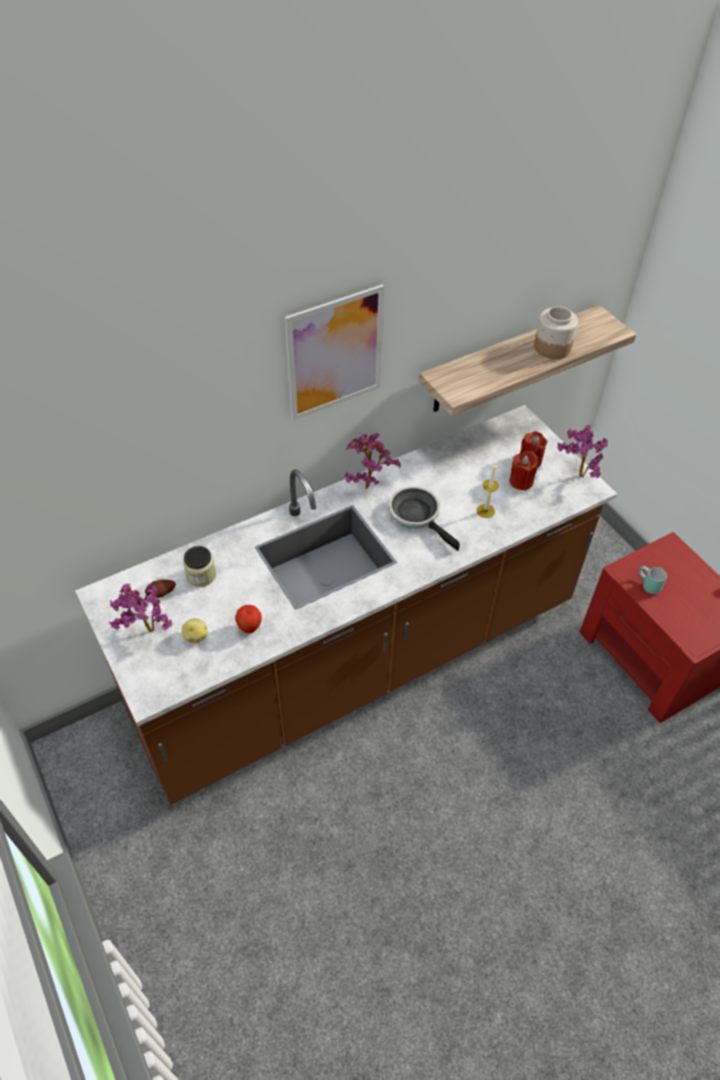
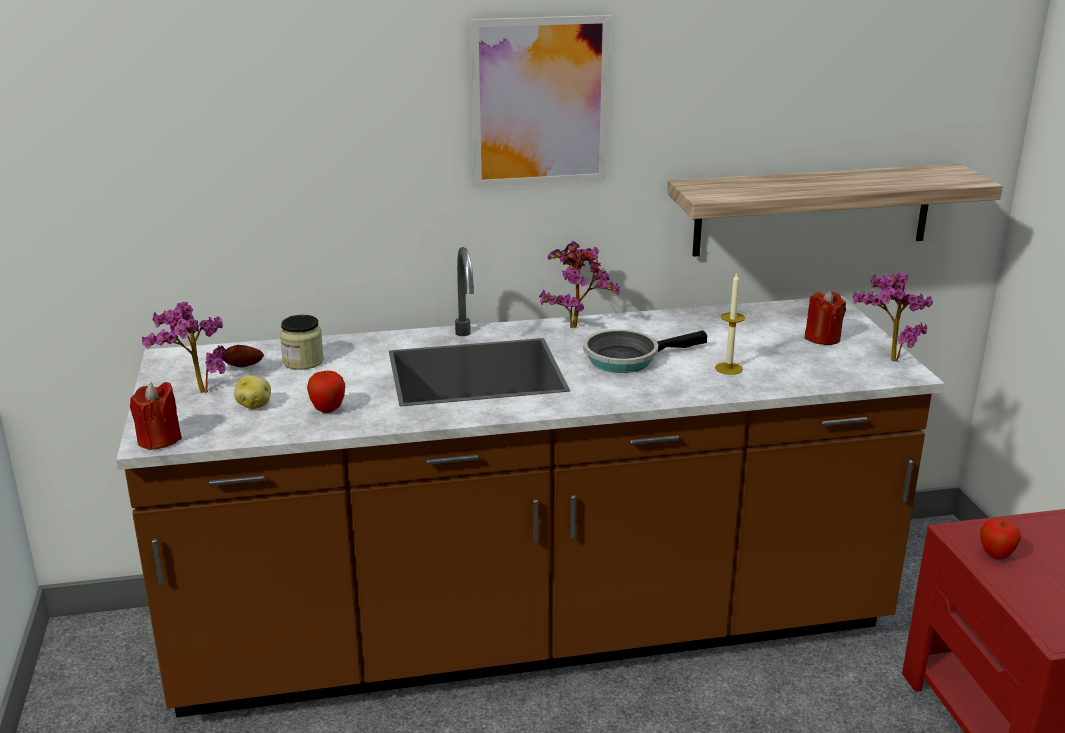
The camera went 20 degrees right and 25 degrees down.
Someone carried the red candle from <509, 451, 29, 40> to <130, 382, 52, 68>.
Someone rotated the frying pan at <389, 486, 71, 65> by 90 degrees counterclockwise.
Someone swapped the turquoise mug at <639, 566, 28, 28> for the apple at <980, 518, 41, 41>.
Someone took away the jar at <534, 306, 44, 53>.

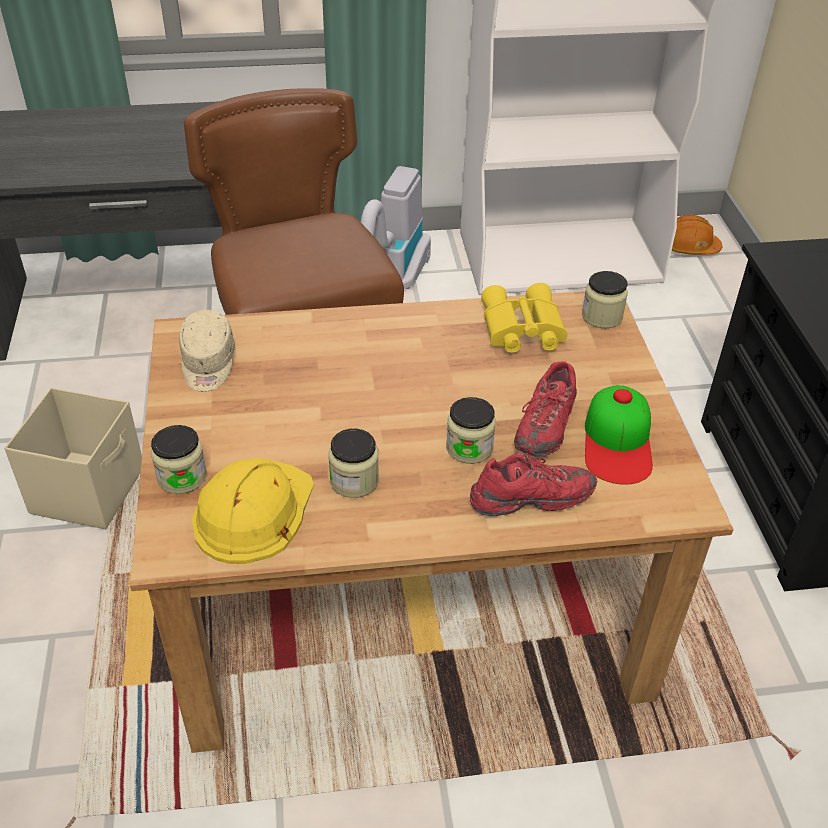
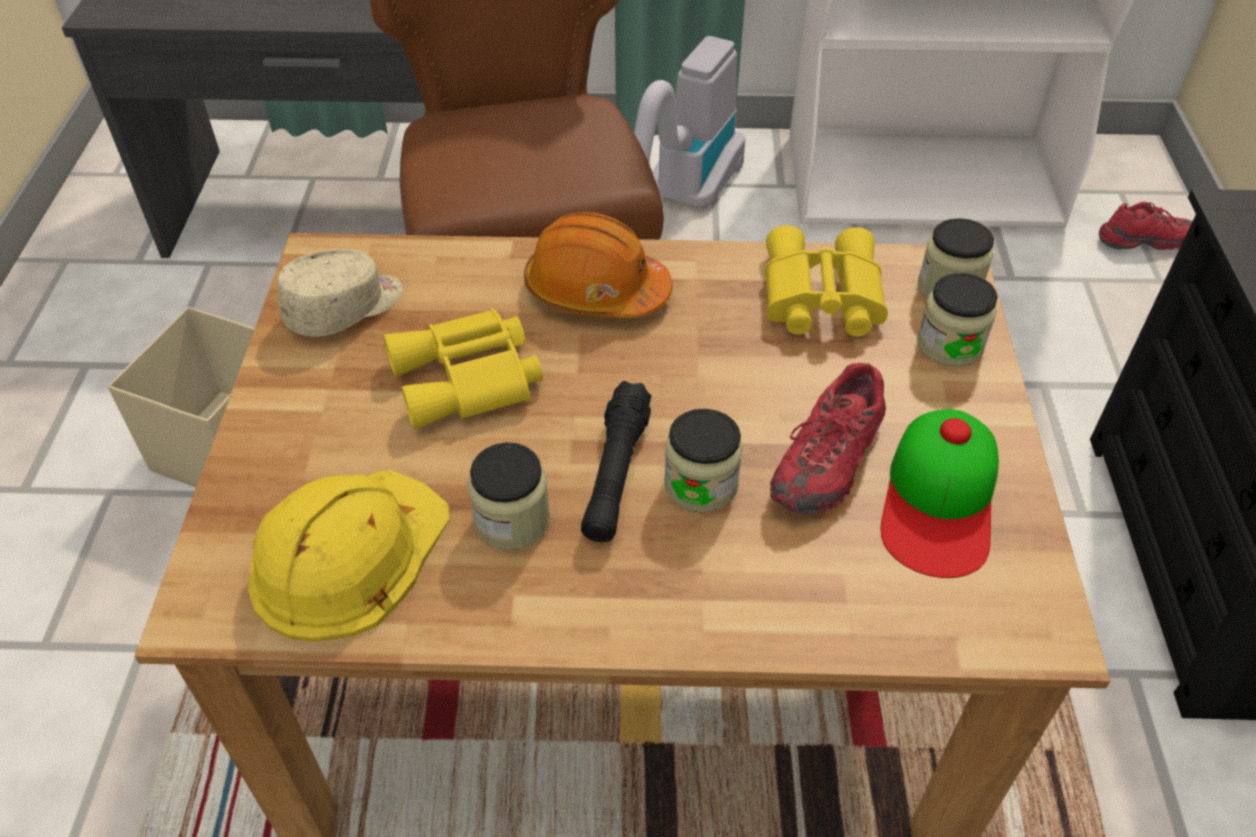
The camera went 10 degrees right and 5 degrees up.
Someone rotated the beige cap at <179, 310, 56, 82> by 135 degrees counterclockwise.
Someone put down the yellow binoculars at <383, 308, 160, 122>.
Someone carried the orange hard hat from <672, 215, 50, 40> to <524, 212, 149, 106>.
Someone put down the black flashlight at <581, 380, 70, 162>.
Someone carried the jar from <151, 425, 56, 69> to <917, 273, 81, 94>.
Someone carried the red shoe from <470, 453, 128, 63> to <1099, 202, 93, 48>.

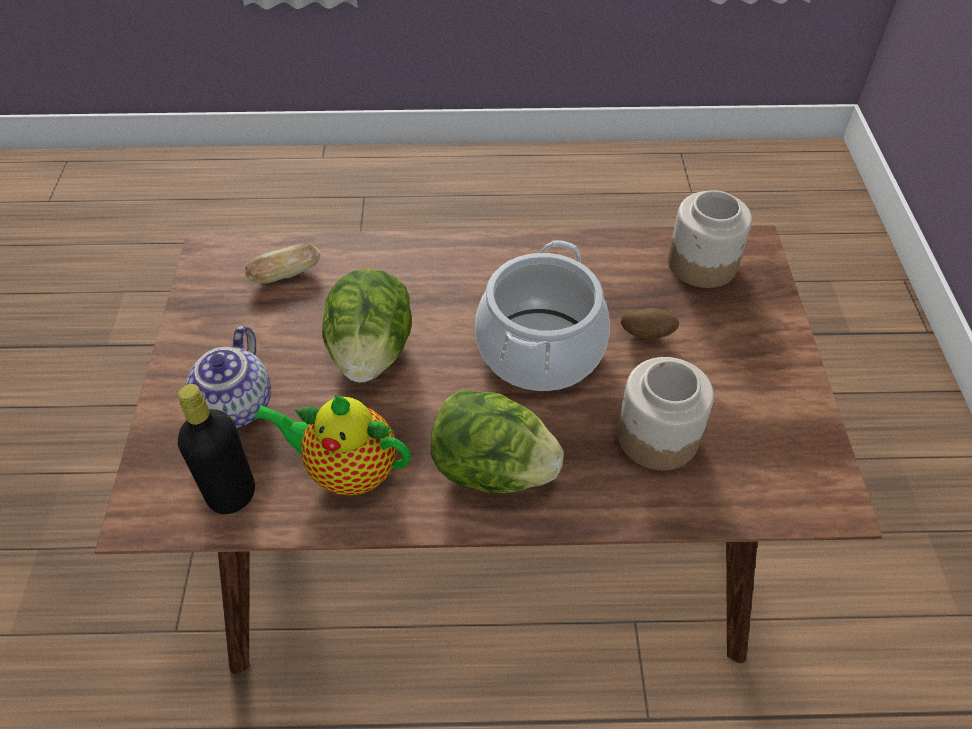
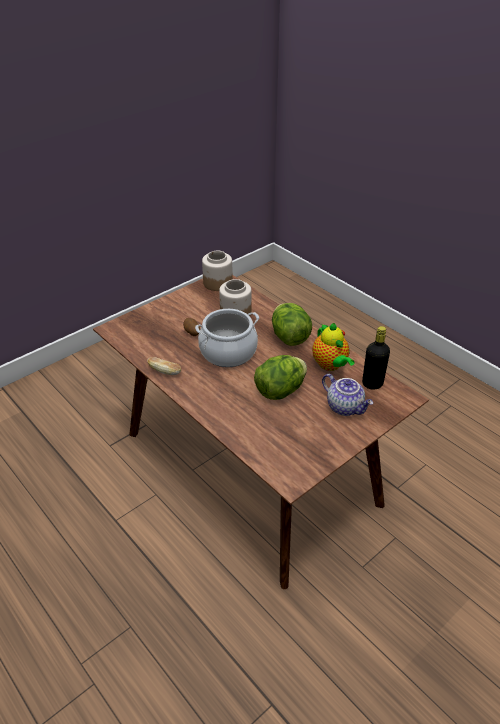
The camera went 130 degrees left and 10 degrees down.
Someone carried the bread from <244, 243, 76, 41> to <147, 357, 34, 18>.
Someone carried the jar from <668, 190, 84, 98> to <202, 251, 31, 40>.
Someone rotated the teapot at <186, 326, 85, 102> by 75 degrees clockwise.

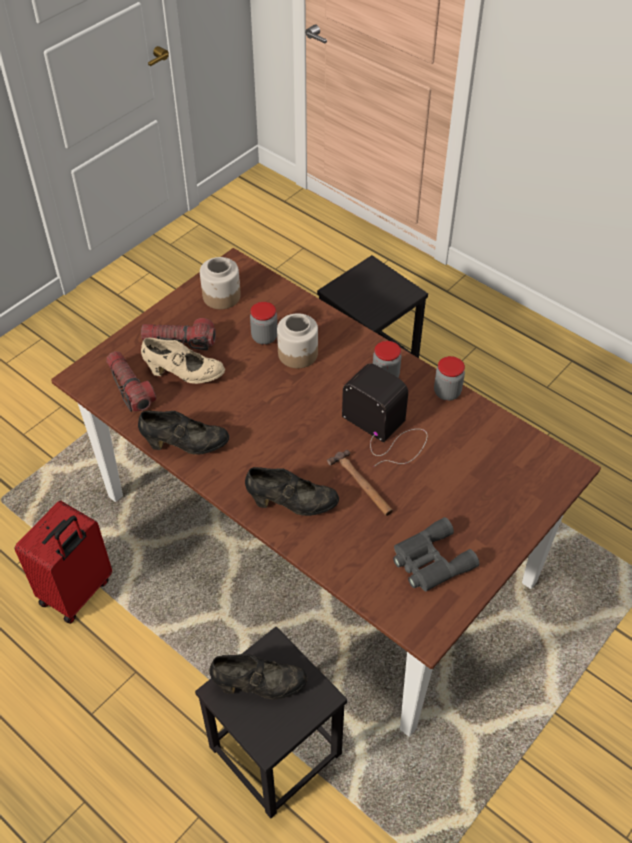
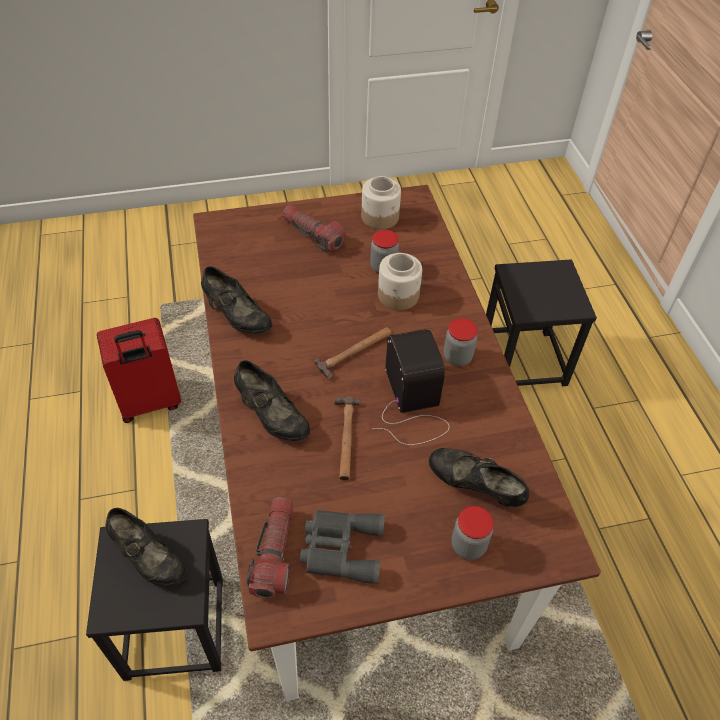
The camera went 35 degrees right and 0 degrees up.
Someone carried the flashlight from <106, 351, 50, 61> to <246, 497, 48, 102>.
Someone put down the hammer at <314, 327, 77, 52>.
Someone put down the black shoe at <429, 448, 100, 59>.
Someone carried the jar from <434, 356, 31, 45> to <452, 506, 42, 54>.
Someone took away the beige shoe at <141, 338, 84, 46>.

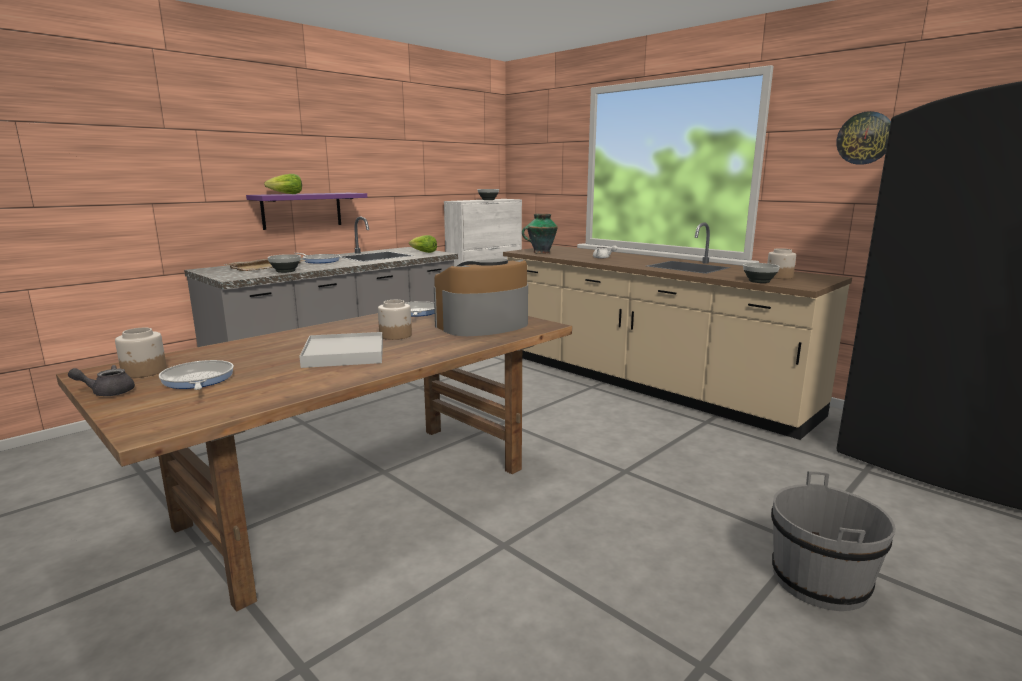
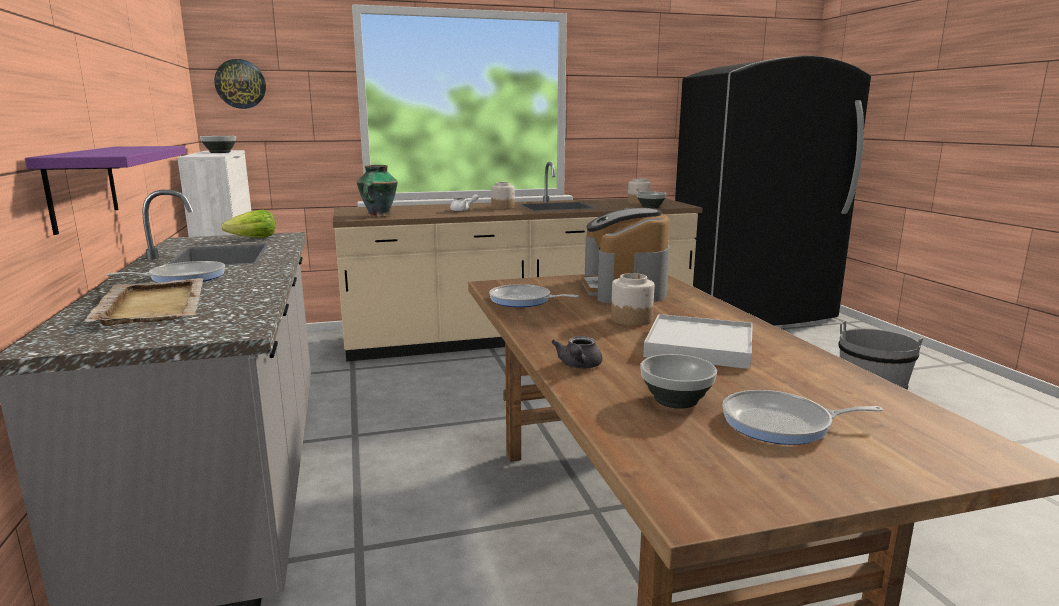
The camera went 60 degrees left and 0 degrees up.
Someone carried the wall clock from <836, 111, 55, 54> to <214, 59, 52, 50>.
Someone carried the jar from <115, 328, 52, 50> to <491, 182, 24, 28>.
Someone carried the grey teapot from <68, 365, 67, 31> to <552, 336, 50, 33>.
Someone carried the bowl from <268, 254, 33, 19> to <641, 354, 76, 55>.
Someone took away the lettuce at <264, 174, 38, 20>.

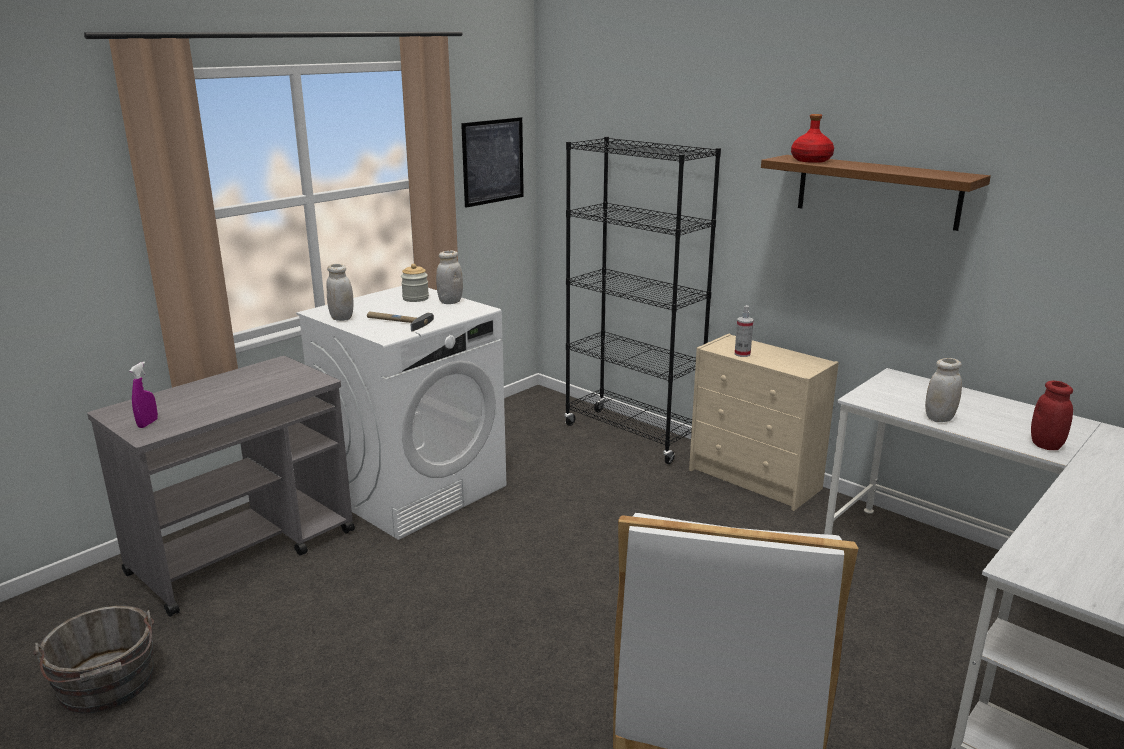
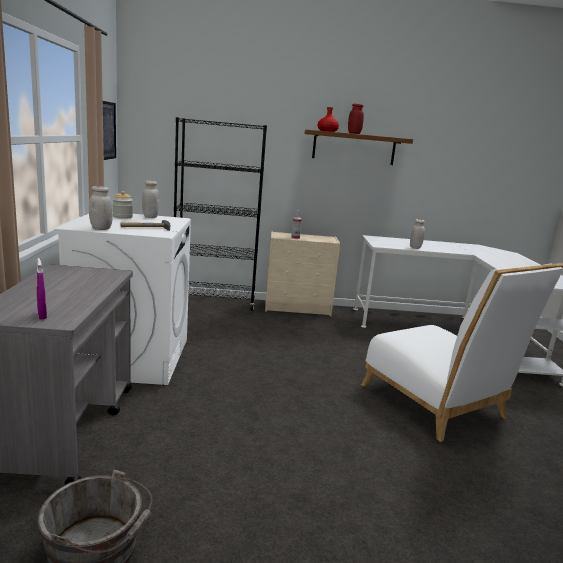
The camera went 45 degrees left and 5 degrees down.
Someone carried the red jar from <1031, 381, 42, 69> to <348, 104, 16, 30>.

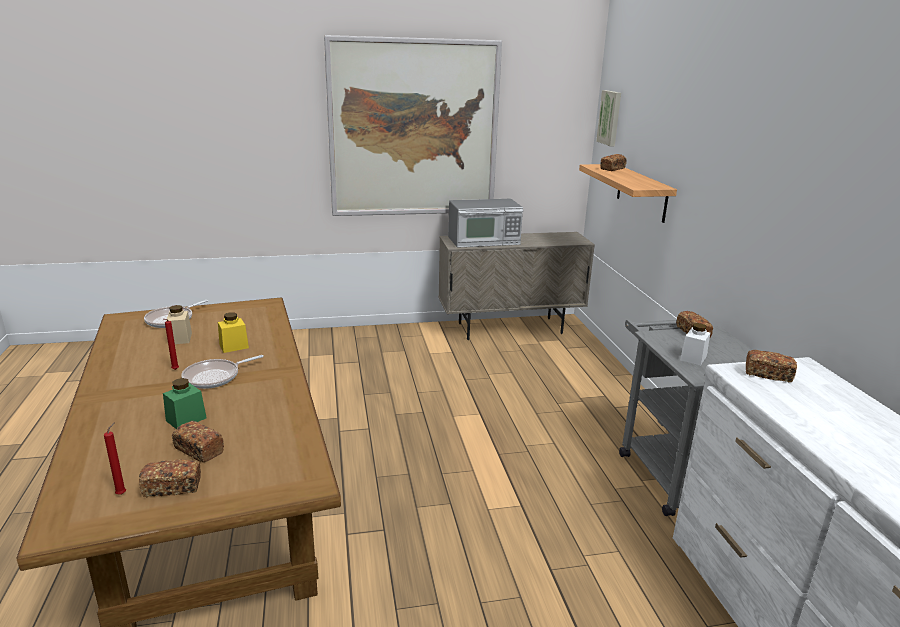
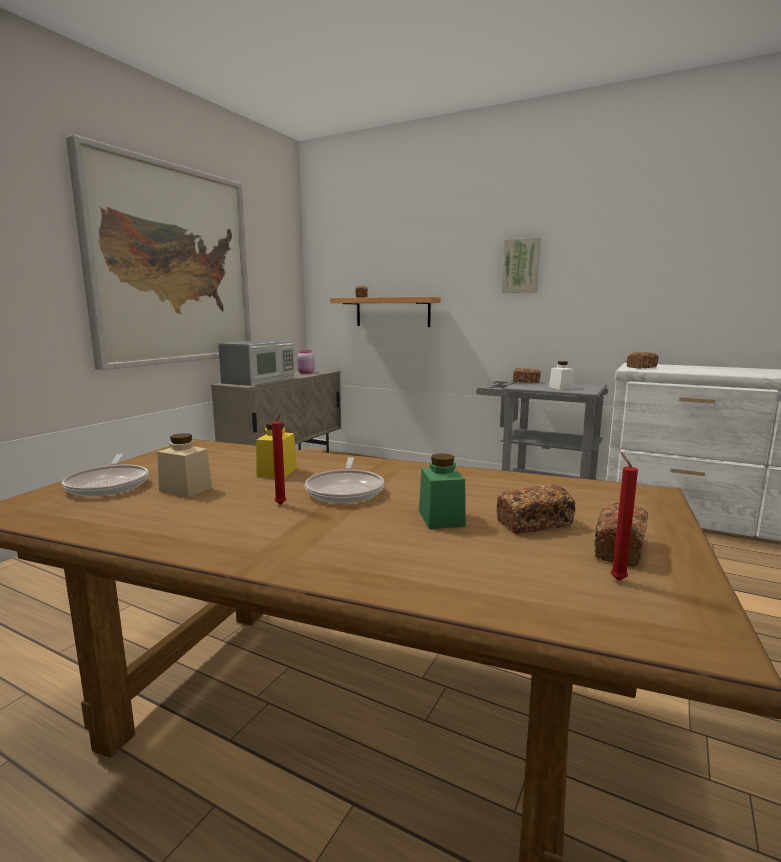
The camera went 50 degrees left and 10 degrees down.
Someone put down the pink jar at <297, 350, 18, 24>.
Someone carried the picture from <596, 90, 25, 56> to <502, 237, 39, 56>.

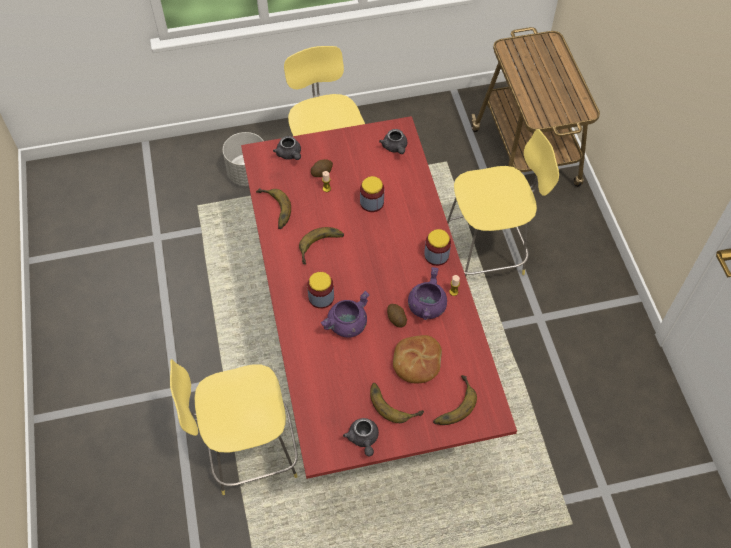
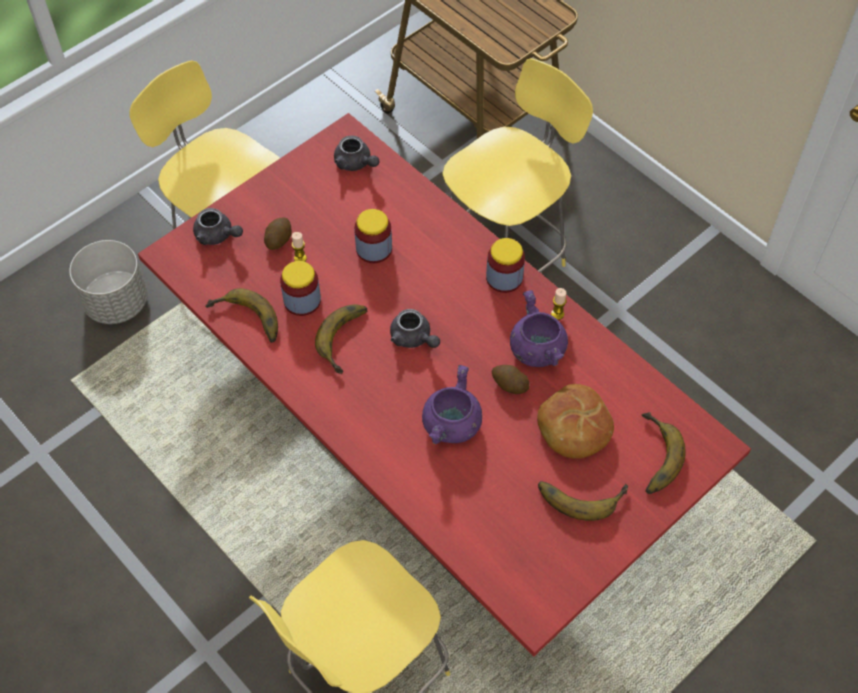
The camera went 30 degrees left and 0 degrees up.
Someone carried the jar from <307, 272, 27, 37> to <280, 261, 41, 55>.
Someone carried the grey teapot from <343, 418, 36, 39> to <390, 309, 50, 39>.

